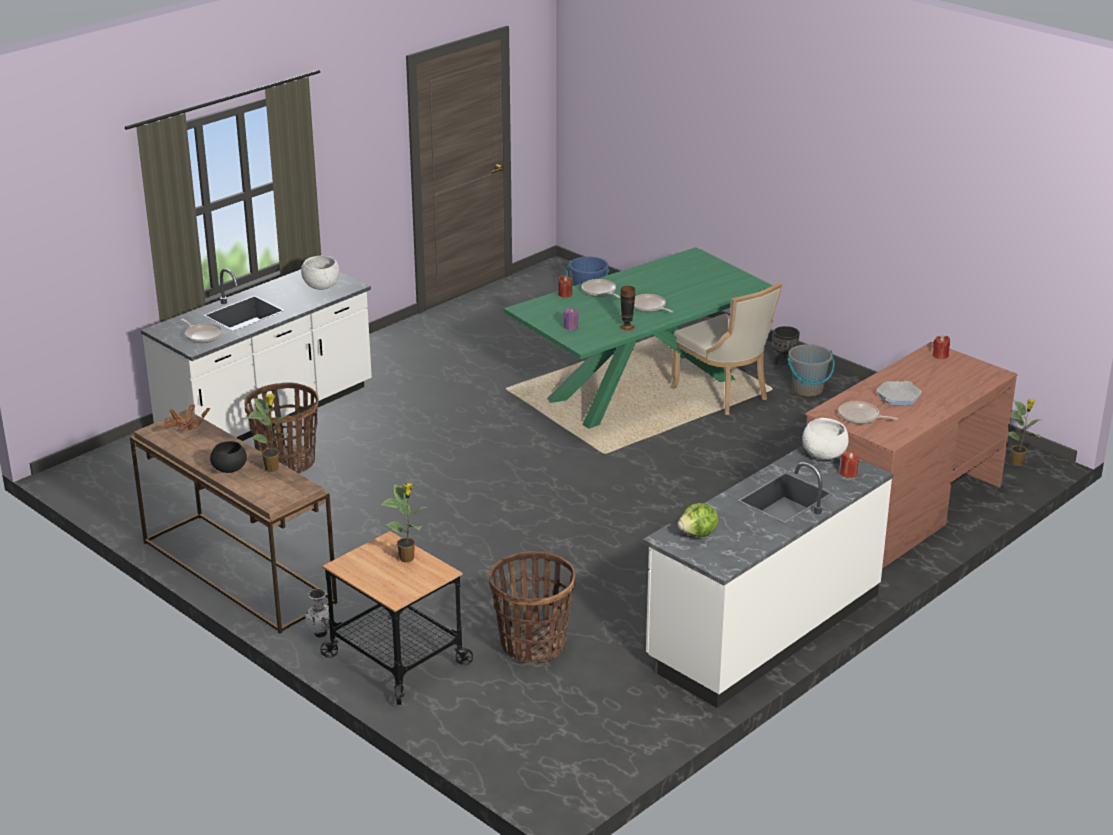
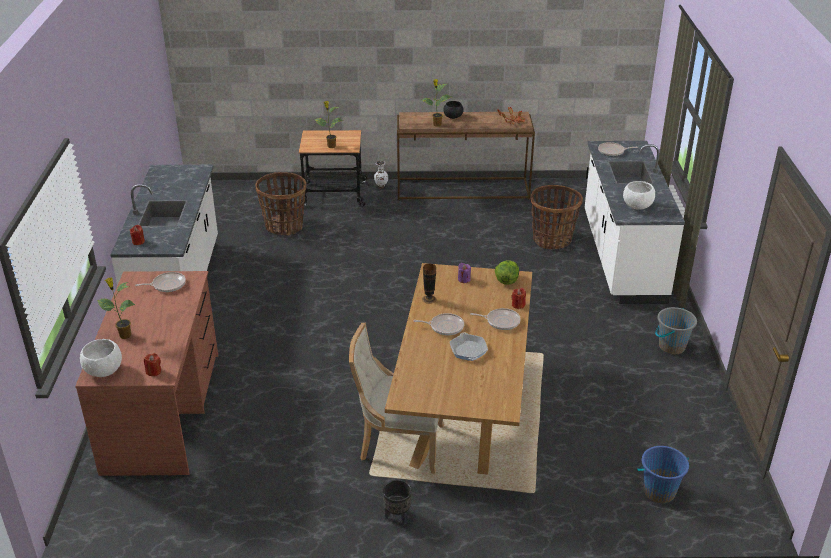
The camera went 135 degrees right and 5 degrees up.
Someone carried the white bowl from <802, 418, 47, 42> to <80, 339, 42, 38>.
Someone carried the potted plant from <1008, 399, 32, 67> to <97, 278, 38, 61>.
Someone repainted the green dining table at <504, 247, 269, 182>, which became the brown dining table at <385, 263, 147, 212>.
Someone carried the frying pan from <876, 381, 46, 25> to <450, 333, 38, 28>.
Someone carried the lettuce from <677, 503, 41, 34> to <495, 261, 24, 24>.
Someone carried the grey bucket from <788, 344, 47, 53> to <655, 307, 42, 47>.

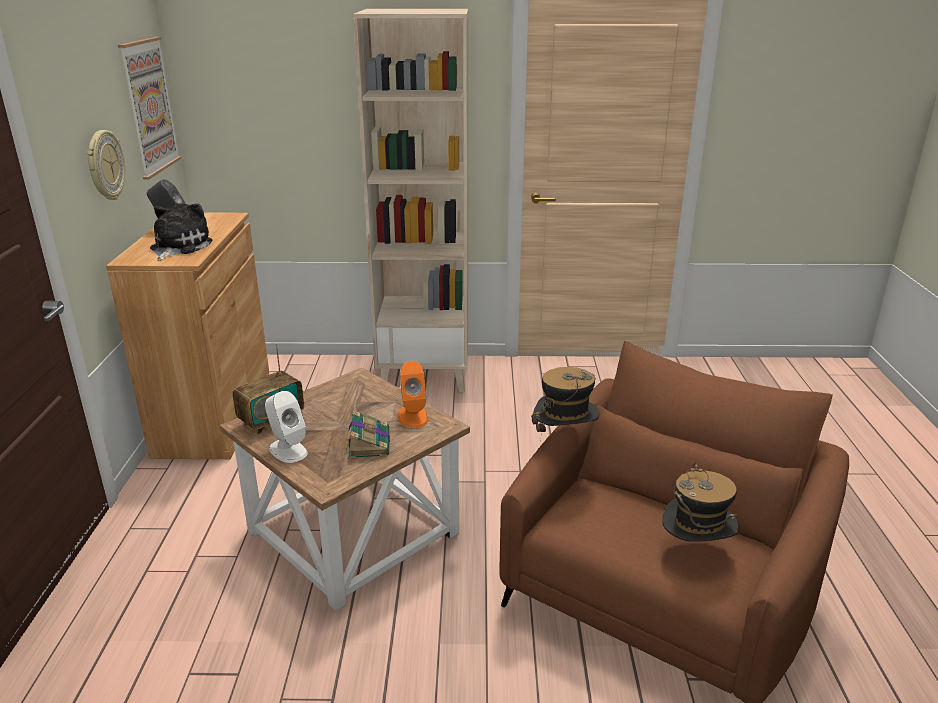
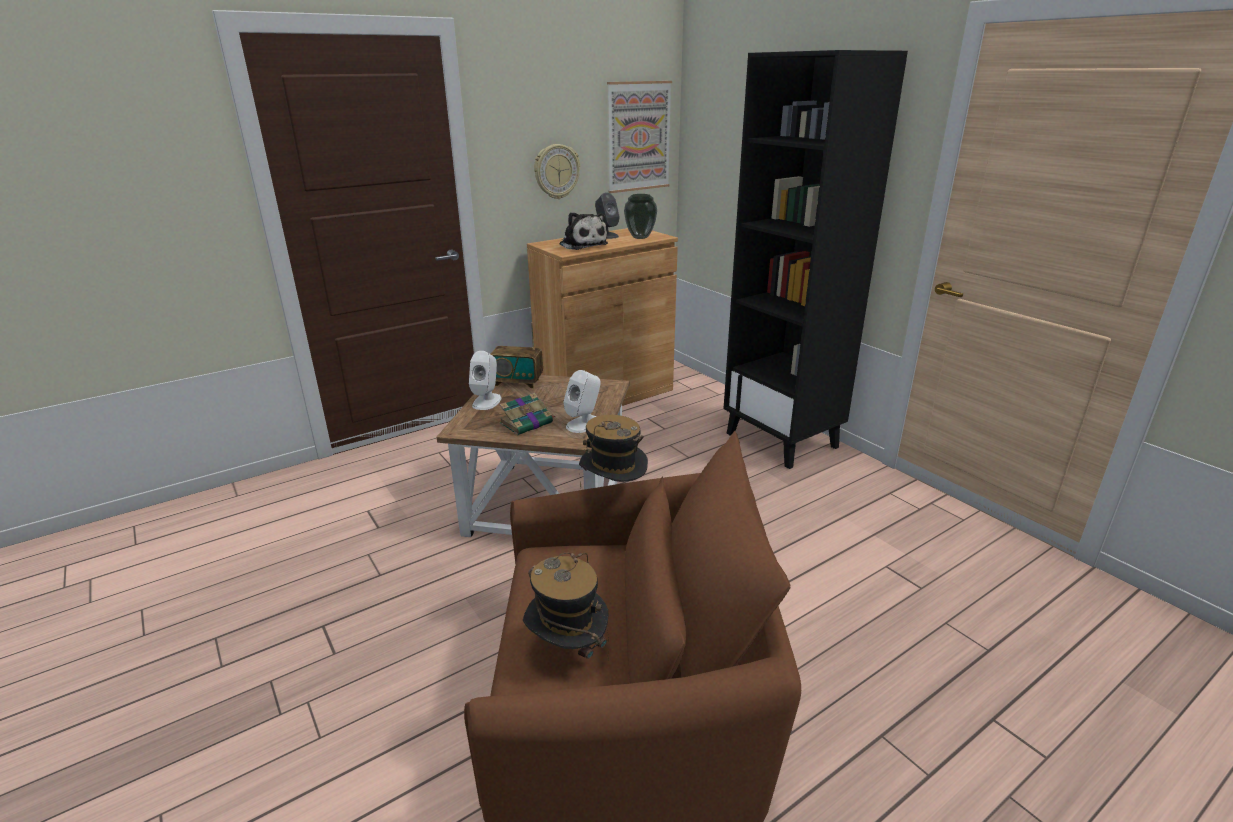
The camera went 55 degrees right and 0 degrees up.
Someone rotated the plush toy at <150, 203, 63, 58> by 75 degrees clockwise.
Someone repainted the orange speaker at <398, 361, 30, 67>, which became the white speaker at <563, 370, 37, 63>.
Someone put down the vase at <624, 194, 33, 45>.
Someone repainted the beige bookcase at <353, 9, 115, 383>, which became the black bookcase at <723, 50, 185, 419>.

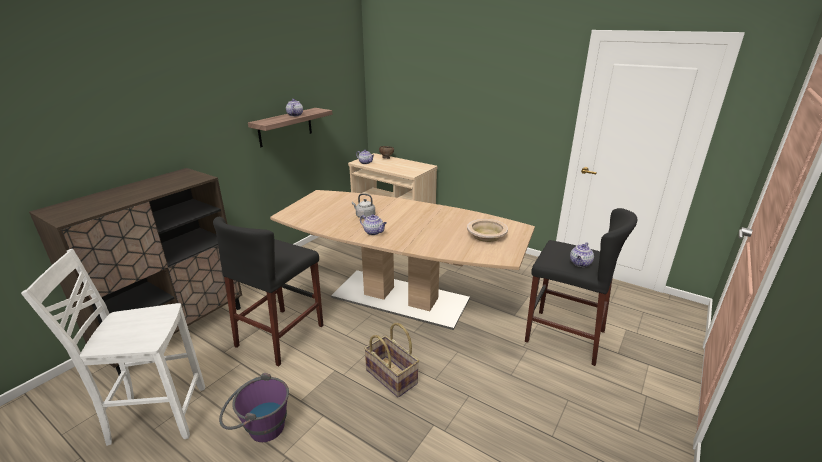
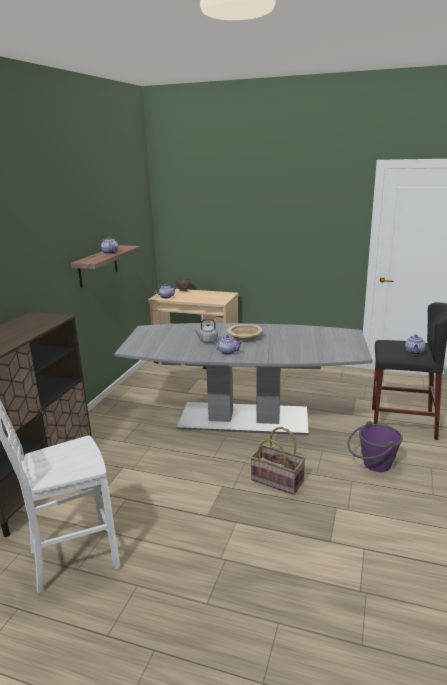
The camera went 15 degrees left and 5 degrees down.
Someone repainted the brown dining table at <270, 190, 265, 140>, which became the grey dining table at <114, 323, 259, 112>.
Someone carried the beige bowl from <467, 219, 41, 23> to <227, 324, 35, 18>.
Someone carried the purple bucket from <219, 373, 70, 69> to <347, 421, 56, 51>.
Someone took away the black stool at <213, 217, 110, 150>.

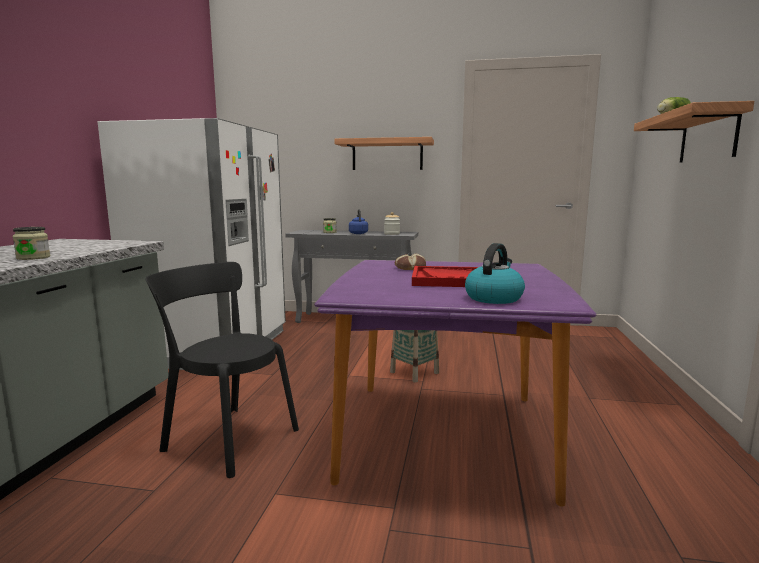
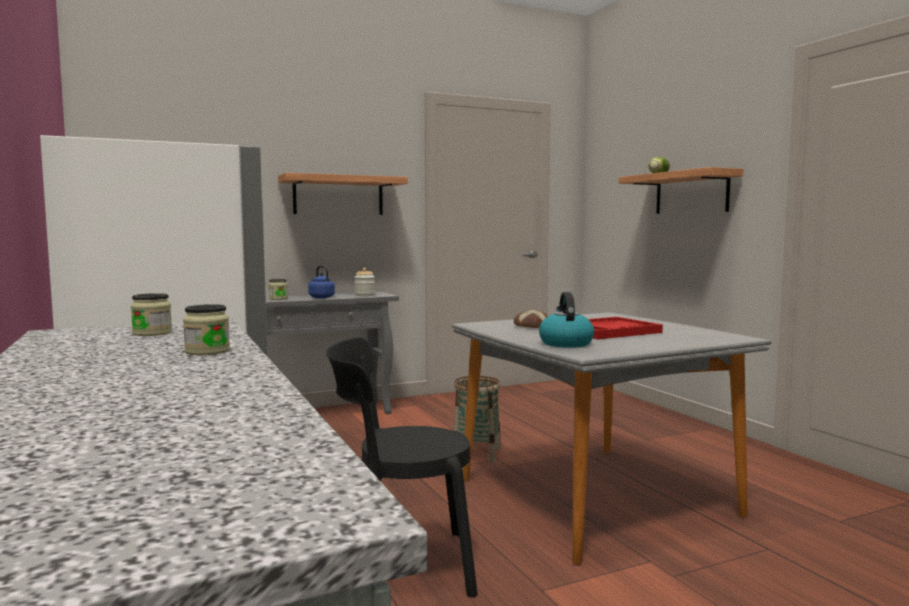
The camera went 35 degrees left and 5 degrees down.
Someone put down the jar at <131, 293, 41, 43>.
Someone repainted the purple dining table at <314, 260, 282, 247>, which became the grey dining table at <451, 312, 321, 253>.
Someone carried the kettle from <465, 243, 60, 61> to <539, 292, 55, 56>.

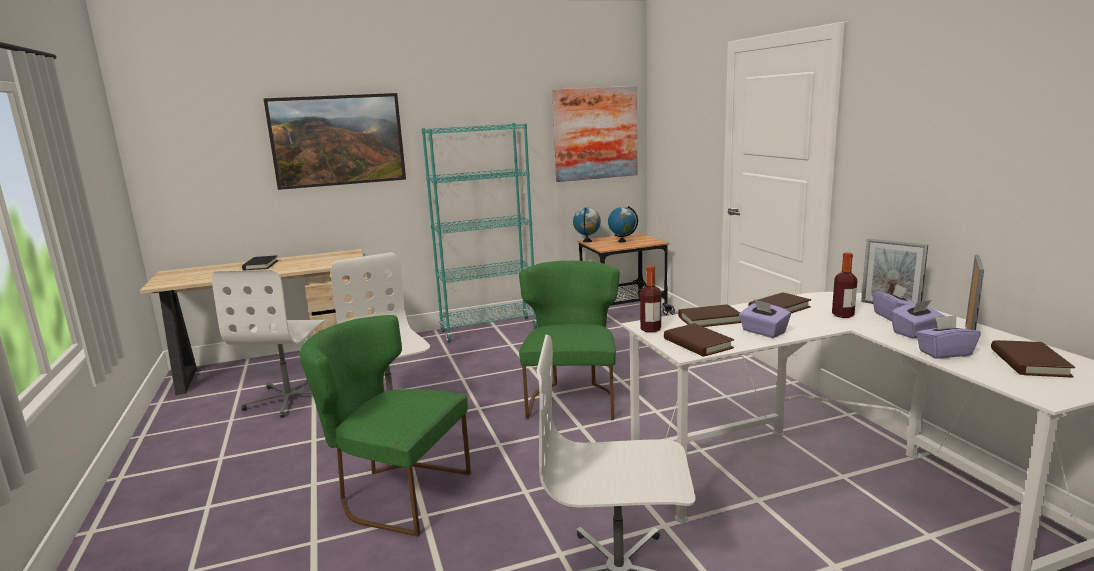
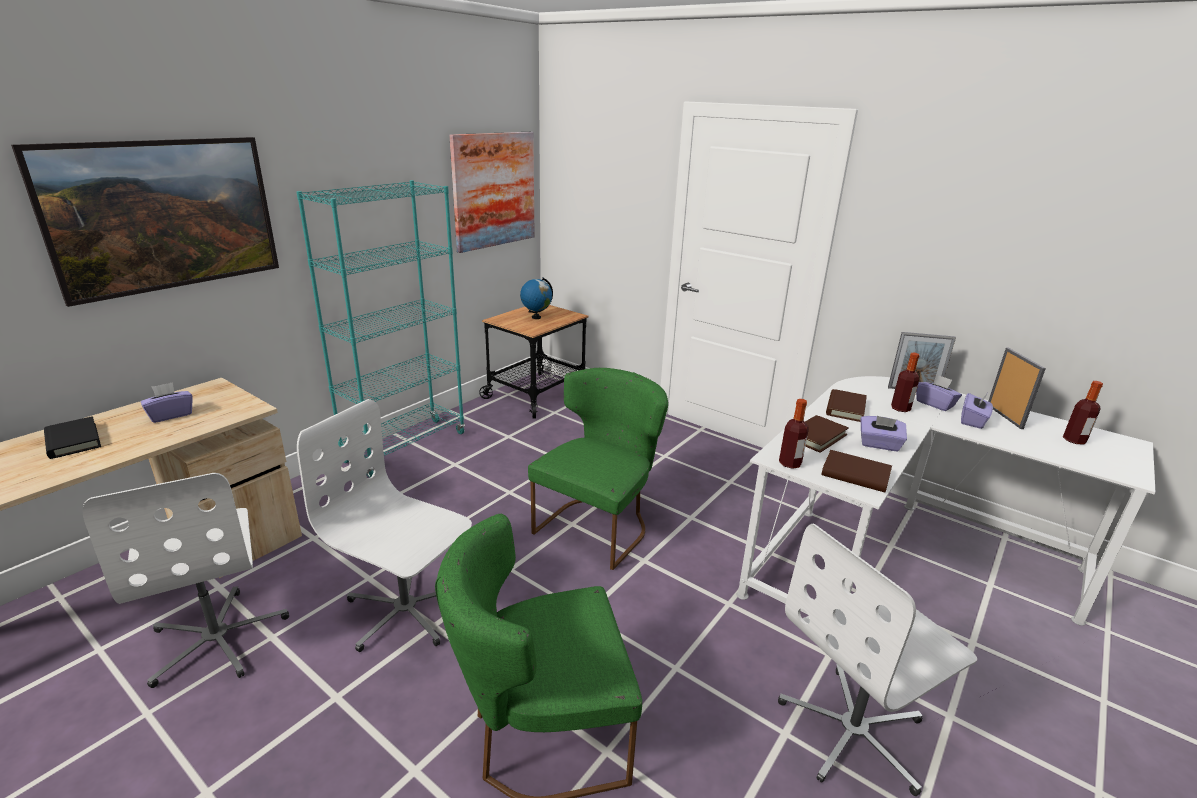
The camera went 35 degrees left and 10 degrees up.
Someone carried the purple tissue box from <915, 315, 66, 43> to <141, 382, 52, 41>.
Someone rotated the green chair at <519, 260, 101, 160> by 60 degrees clockwise.
Someone swapped the brown book at <991, 340, 84, 38> for the bottle at <1063, 381, 40, 64>.
Someone took away the globe at <573, 208, 28, 34>.

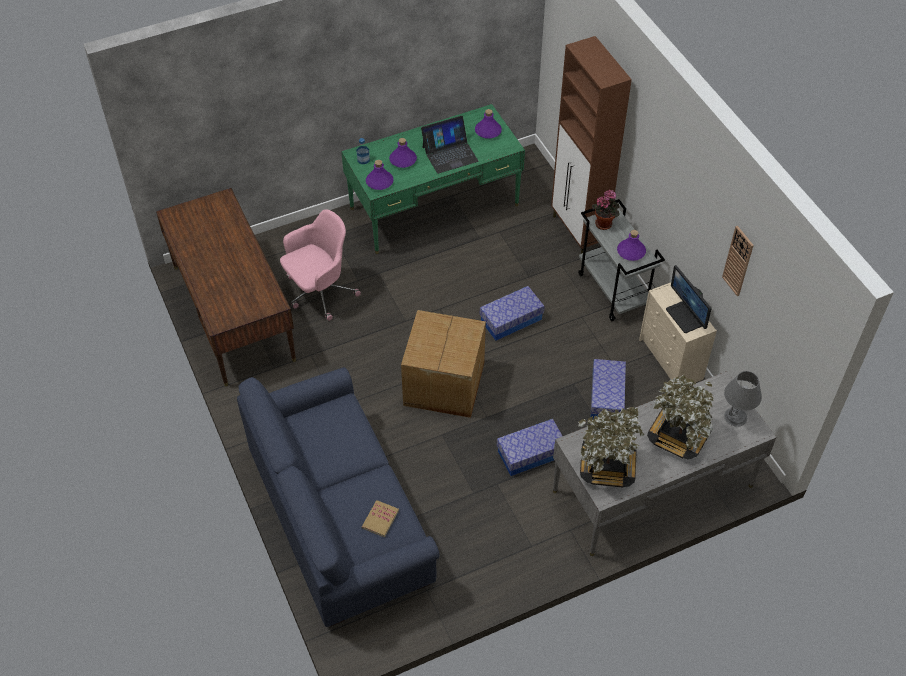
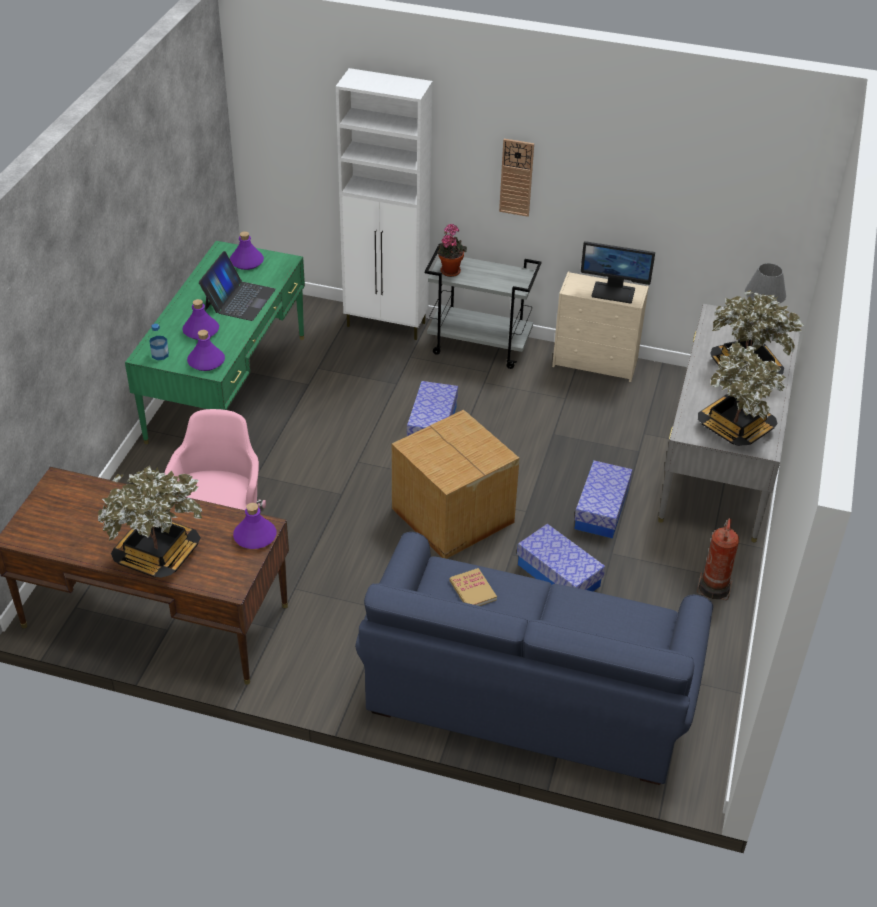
The camera went 50 degrees left and 10 degrees down.
Someone put down the potted plant at <98, 466, 104, 112>.
Someone carried the purple bottle from <617, 230, 29, 31> to <233, 503, 43, 46>.
Someone repainted the brown cabinet at <551, 36, 81, 218>, which became the white cabinet at <336, 68, 97, 272>.
Someone carried the book from <362, 500, 37, 38> to <449, 568, 48, 38>.
Someone carried the wall clock from <722, 226, 32, 70> to <499, 139, 35, 78>.
Someone carried the storage box from <591, 359, 35, 59> to <517, 524, 88, 67>.
Someone put down the fire extinguisher at <697, 518, 43, 82>.

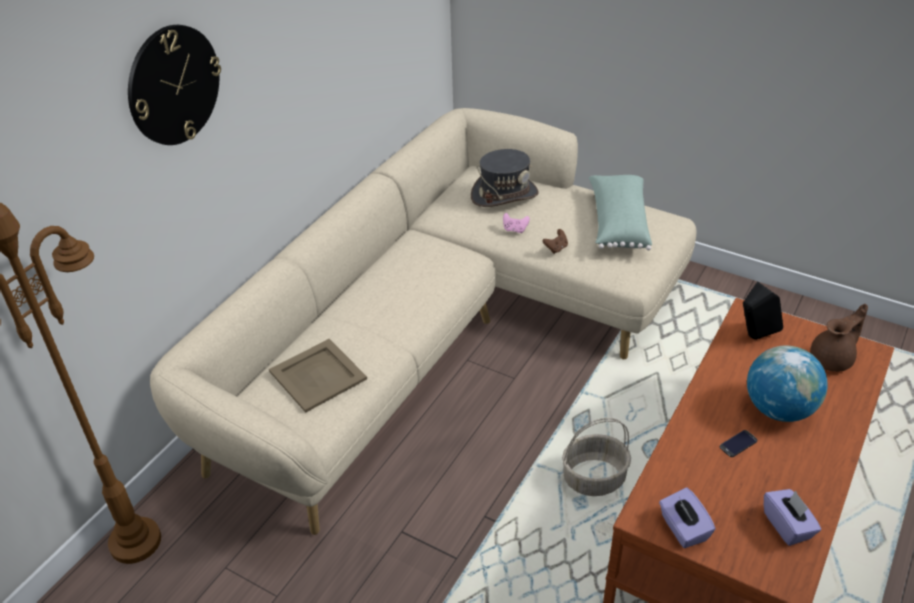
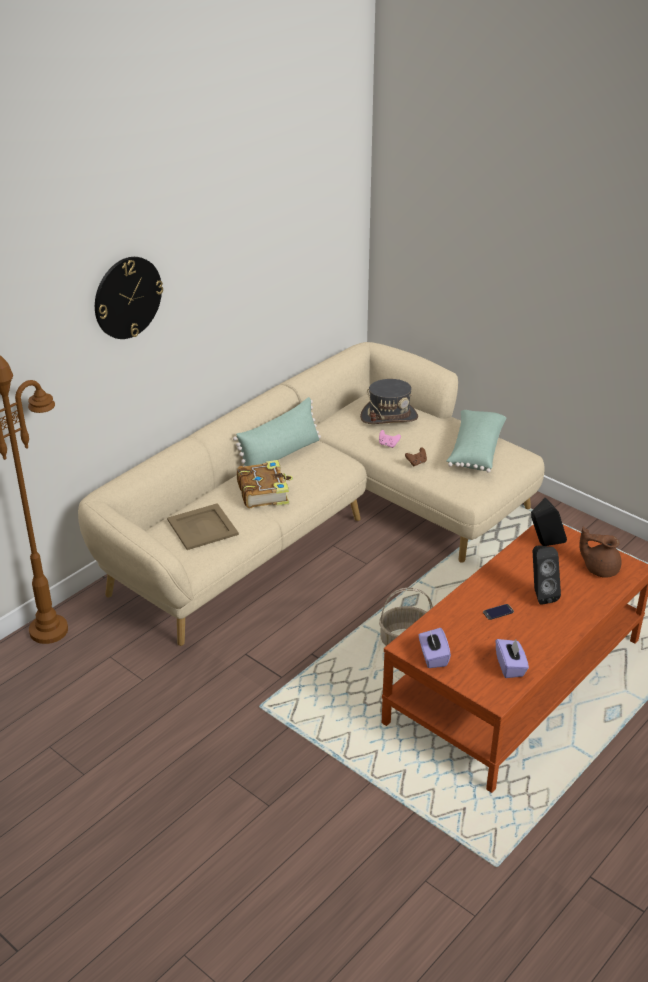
The camera went 10 degrees right and 5 degrees down.
Someone put down the green pillow at <233, 397, 88, 70>.
Someone put down the book at <237, 460, 56, 49>.
Someone swapped the globe at <747, 346, 81, 76> for the black speaker at <533, 545, 28, 60>.
Someone rotated the brown teapot at <810, 304, 58, 68> by 135 degrees counterclockwise.

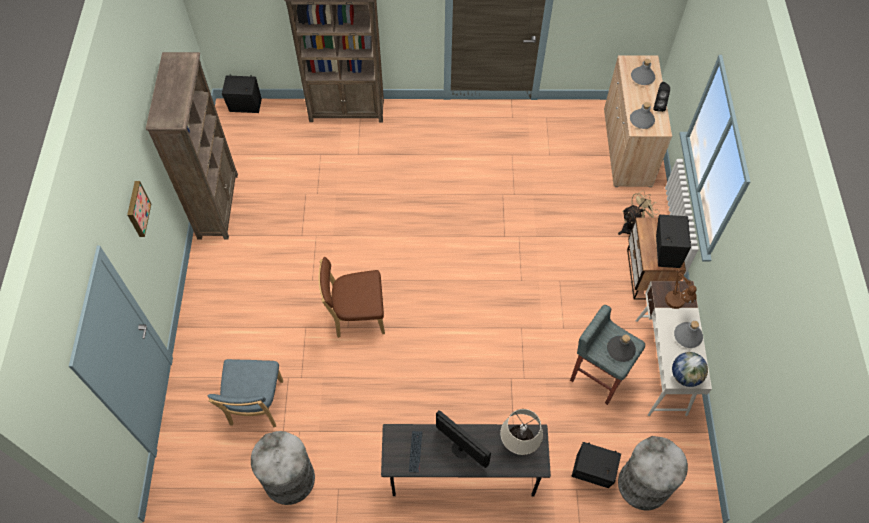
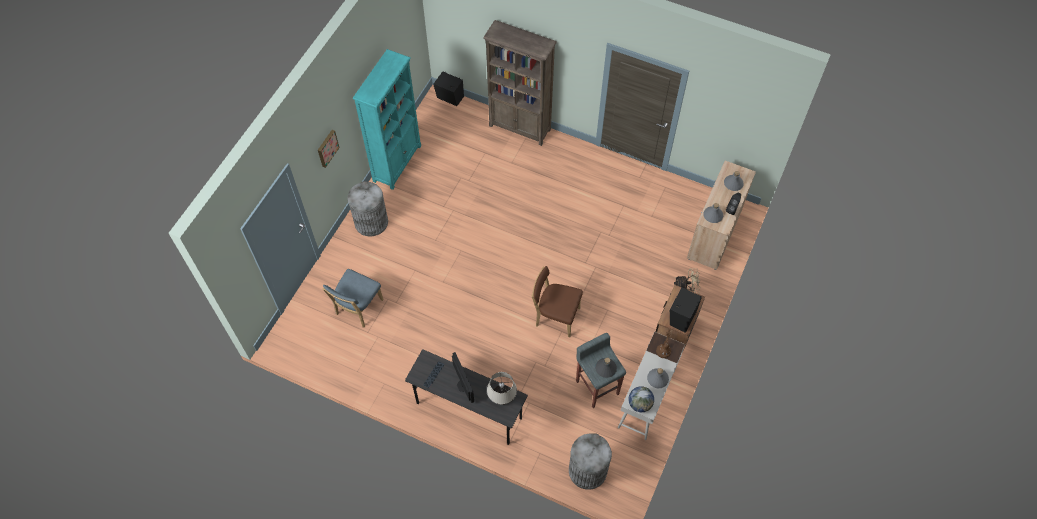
The camera went 25 degrees right and 0 degrees up.
Someone carried the grey trash can from <251, 431, 64, 74> to <348, 181, 40, 55>.
Someone repainted the brown bookcase at <146, 52, 92, 188>, which became the turquoise bookcase at <353, 49, 68, 141>.
Someone carried the brown chair from <319, 257, 66, 81> to <532, 266, 51, 71>.
Someone took away the black speaker at <571, 442, 50, 46>.

